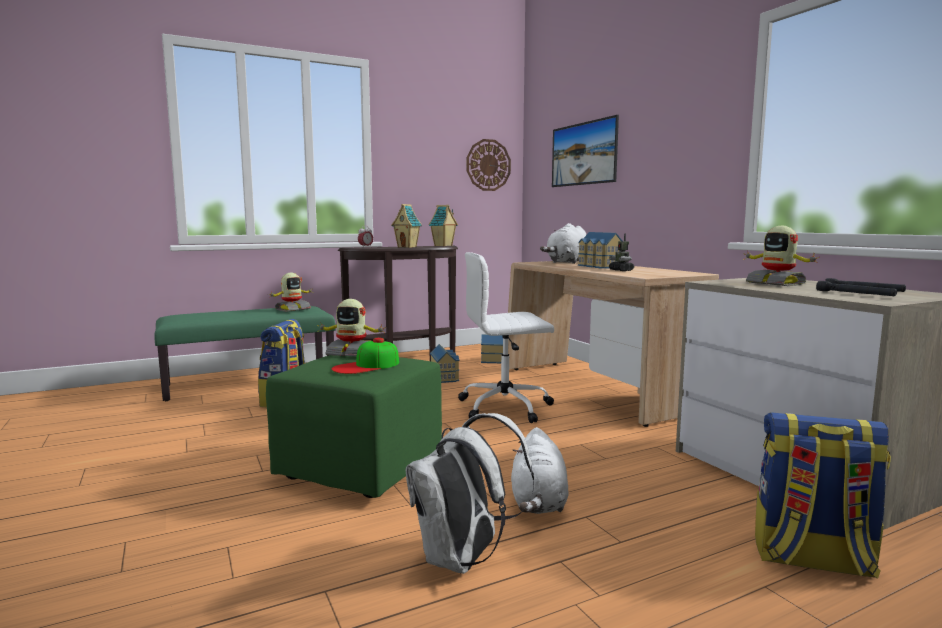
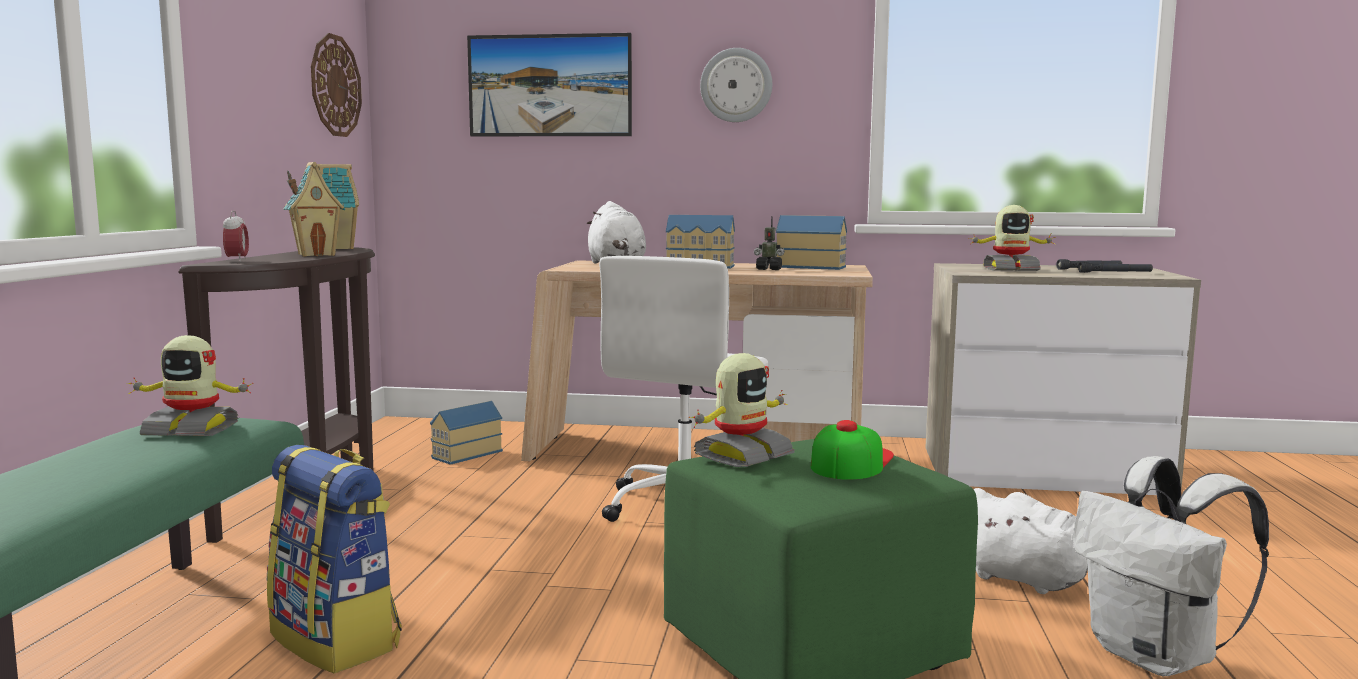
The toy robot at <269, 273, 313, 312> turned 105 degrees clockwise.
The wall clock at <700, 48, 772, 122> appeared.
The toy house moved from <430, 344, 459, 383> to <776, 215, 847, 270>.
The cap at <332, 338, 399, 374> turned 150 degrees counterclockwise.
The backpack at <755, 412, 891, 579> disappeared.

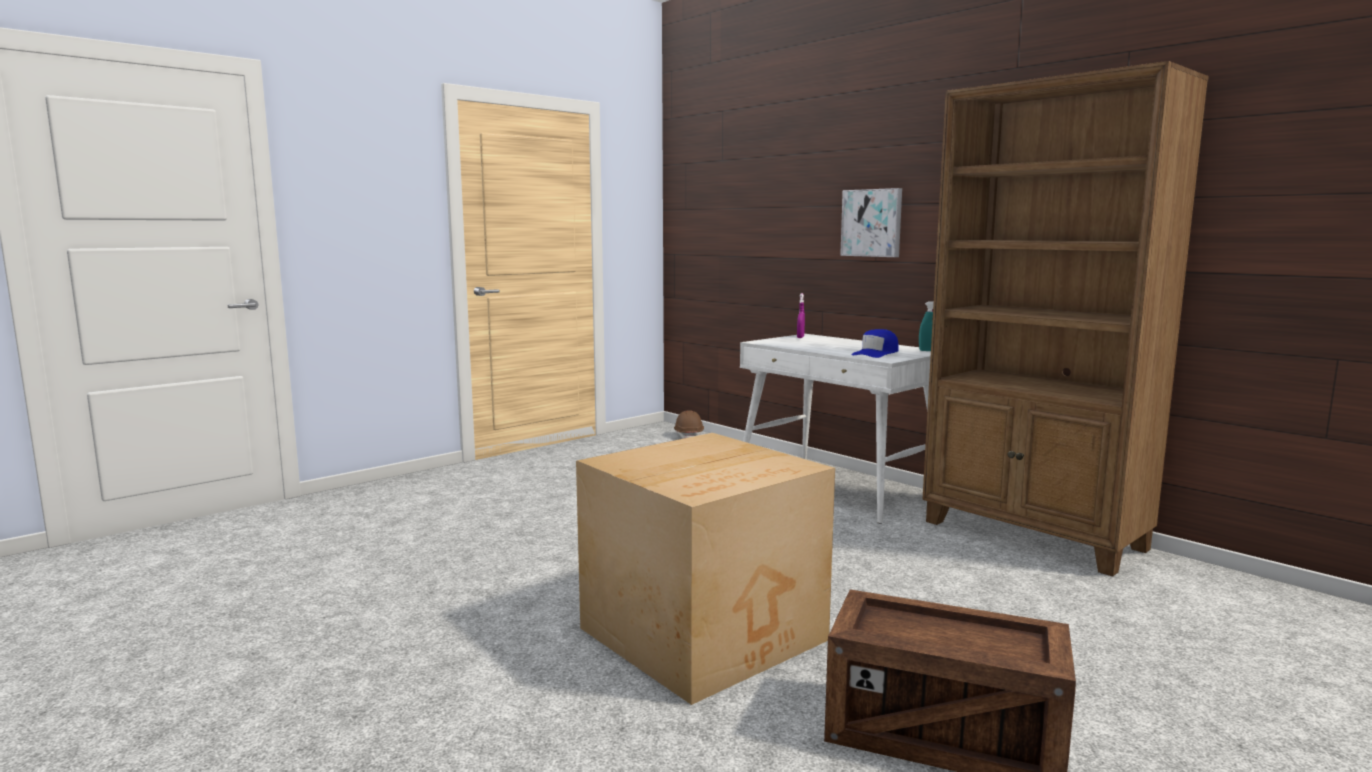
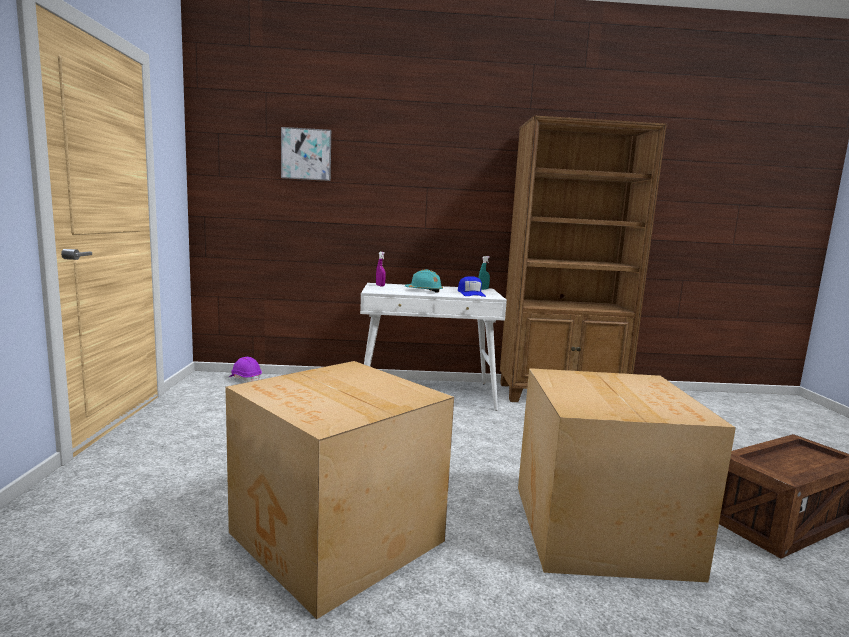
The cardboard box at <225, 361, 454, 619> appeared.
The hard hat (brown) at <674, 410, 704, 439> became the hard hat (purple) at <229, 357, 262, 382>.
The picture moved from <840, 188, 902, 257> to <281, 127, 331, 181>.
The hard hat (turquoise) at <405, 269, 443, 293> appeared.

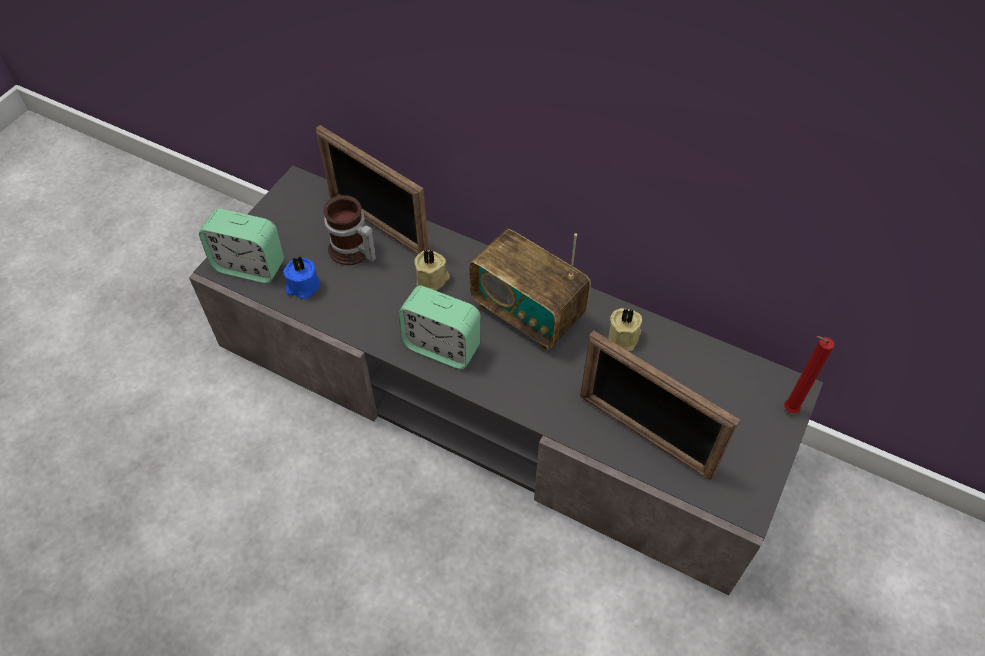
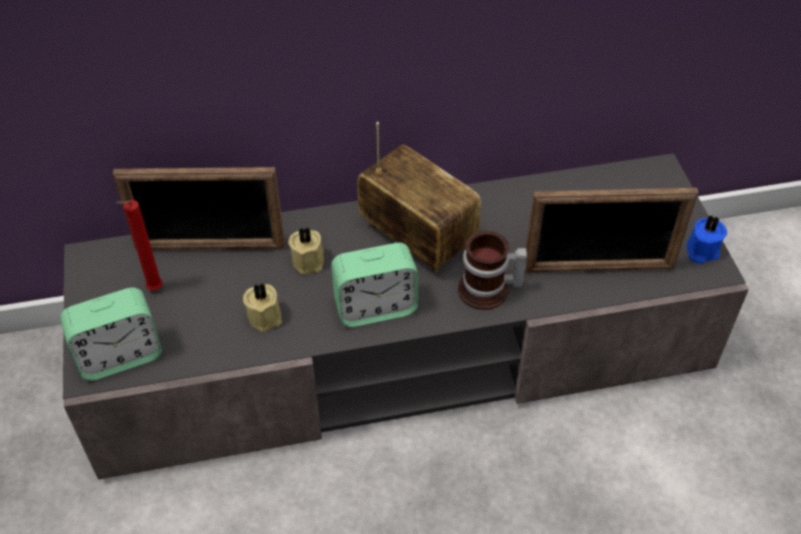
The candle (red) moved from <784, 336, 834, 414> to <116, 200, 163, 290>.
The candle (beige) moved from <609, 308, 642, 351> to <243, 283, 282, 332>.
The radio at <469, 229, 591, 350> turned 135 degrees counterclockwise.
The mug moved from <323, 195, 376, 265> to <458, 230, 527, 310>.
The candle (blue) moved from <283, 256, 320, 299> to <687, 215, 727, 264>.

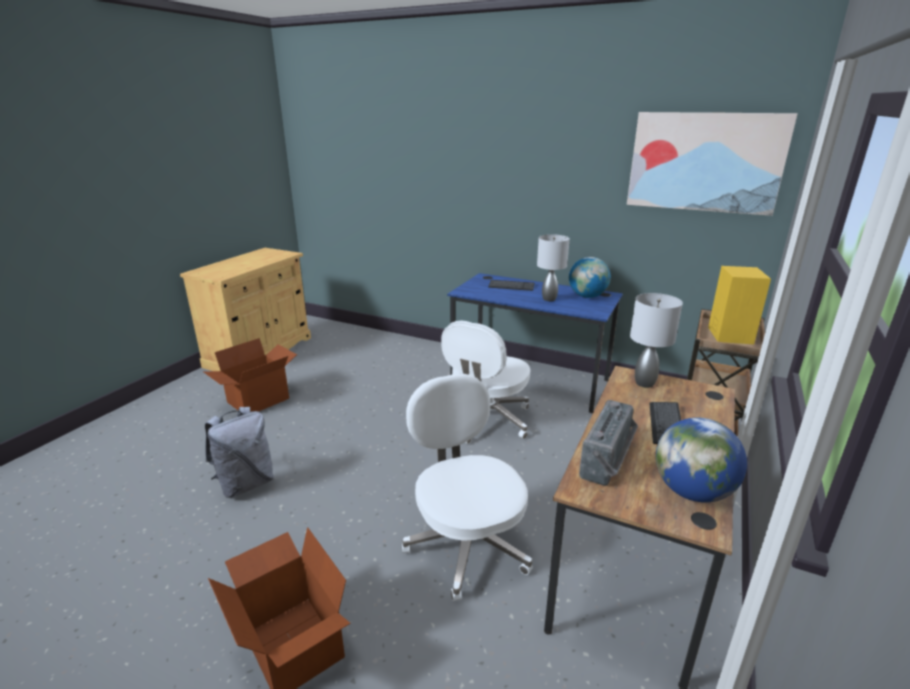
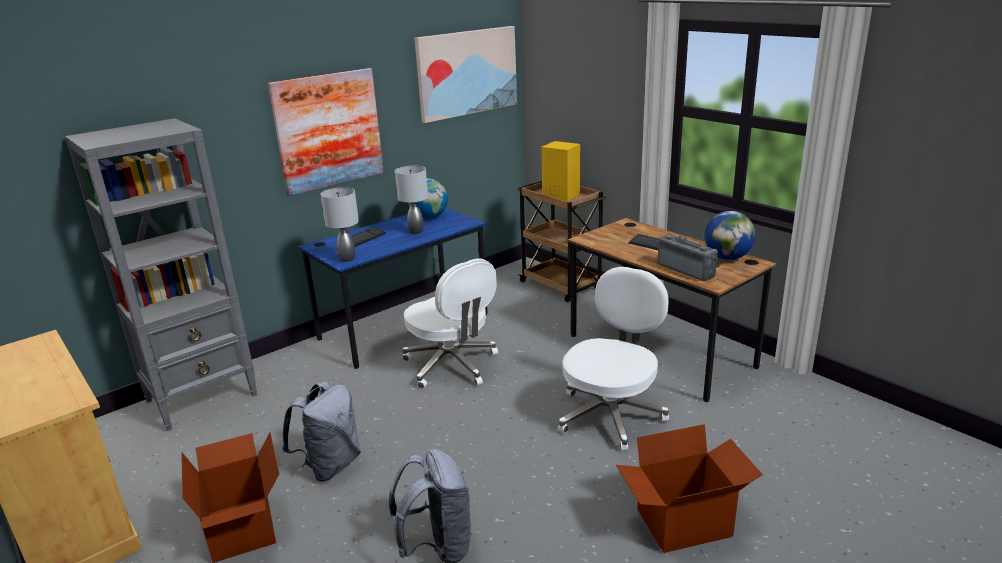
The bookcase (grey) at <65, 118, 257, 431> appeared.
The picture at <268, 68, 384, 196> appeared.
The backpack (grey) at <282, 382, 361, 482> appeared.
The table lamp (grey) moved from <630, 293, 683, 388> to <320, 187, 359, 262>.
The office chair (white) at <402, 374, 533, 601> turned 120 degrees clockwise.

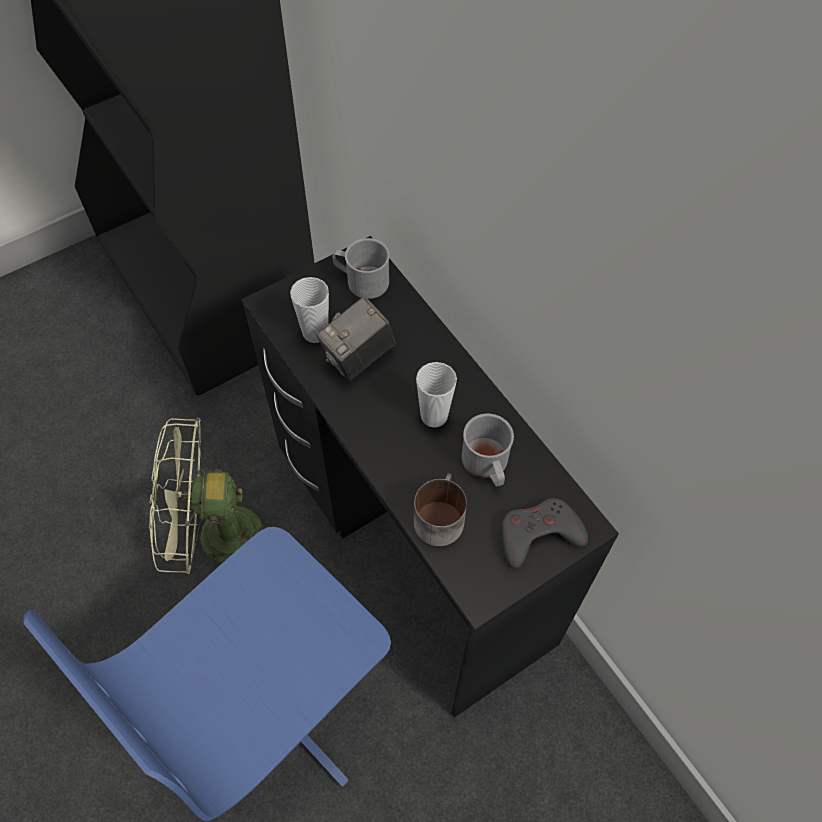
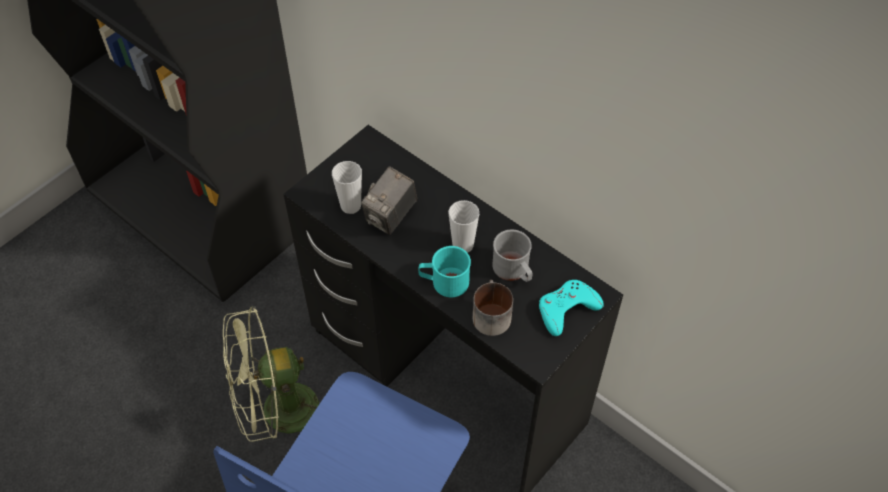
The mug (turquoise) at <418, 246, 471, 297> appeared.
The game controller (grey) at <501, 498, 588, 568> became the game controller (turquoise) at <539, 280, 604, 336>.
The mug (grey) at <332, 238, 390, 299> disappeared.

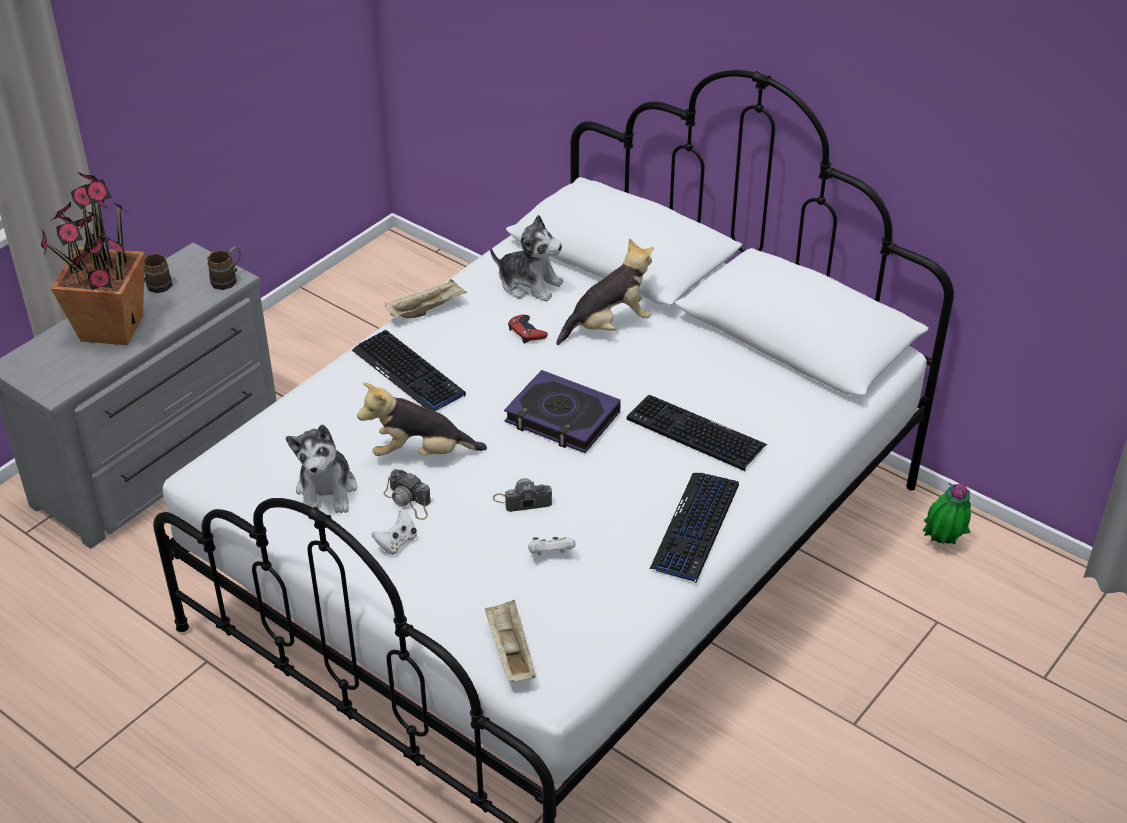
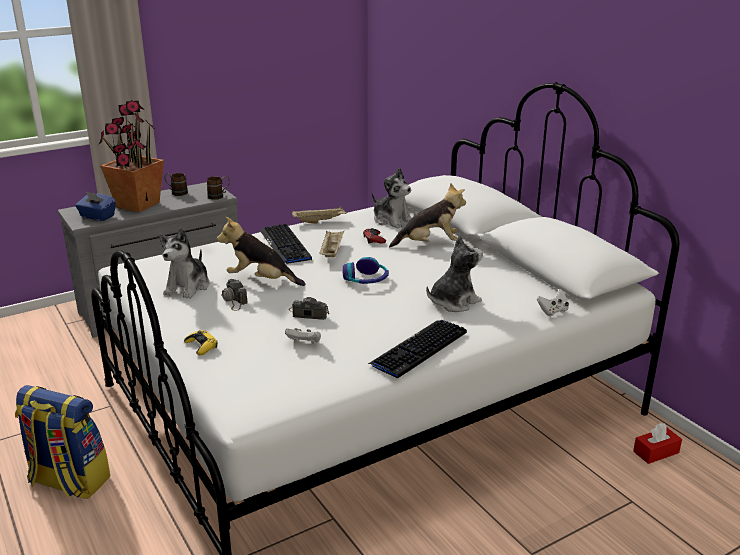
The backpack at <15, 385, 110, 499> appeared.
The tissue box (blue) at <75, 191, 116, 221> appeared.
The game controller (yellow) at <184, 330, 217, 355> appeared.
The tray (beige) moved from <485, 600, 536, 682> to <320, 231, 344, 257>.
The book at <504, 370, 621, 453> was replaced by the headphones at <342, 257, 389, 284>.
The keyboard at <626, 395, 768, 472> was replaced by the plush toy at <426, 236, 483, 312>.
The game controller (white) moved from <371, 509, 417, 555> to <537, 289, 569, 316>.
The potted plant at <923, 483, 971, 544> was replaced by the tissue box (red) at <633, 423, 682, 464>.

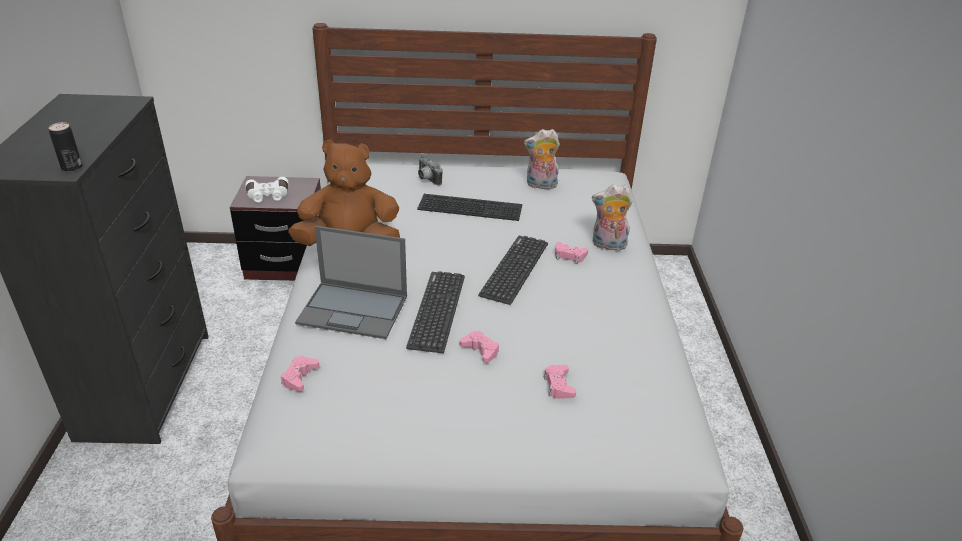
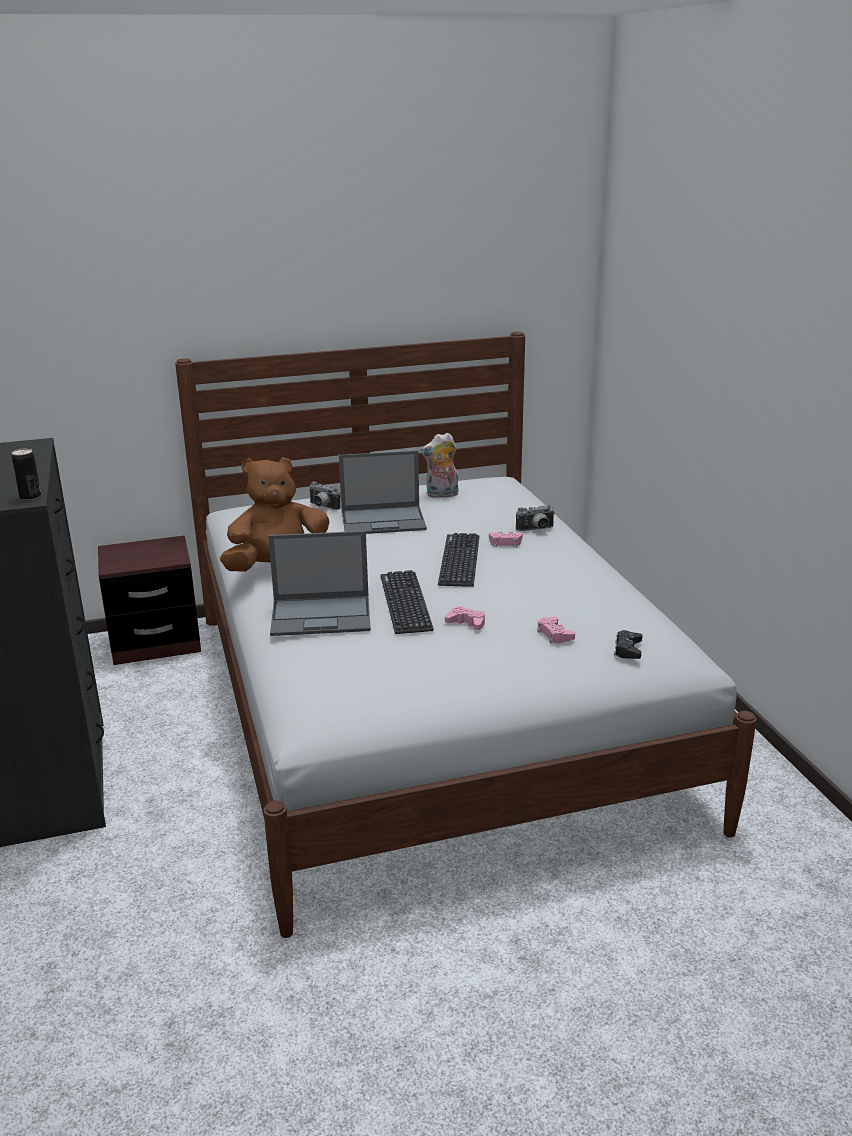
The keyboard at <417, 194, 522, 221> was replaced by the laptop at <339, 450, 427, 534>.
The plush toy at <592, 184, 632, 250> was replaced by the photo camera at <516, 505, 554, 531>.
The game controller (black) at <614, 630, 642, 659> appeared.
The binoculars (white) at <245, 177, 289, 202> disappeared.
The game controller (pink) at <281, 356, 319, 391> disappeared.

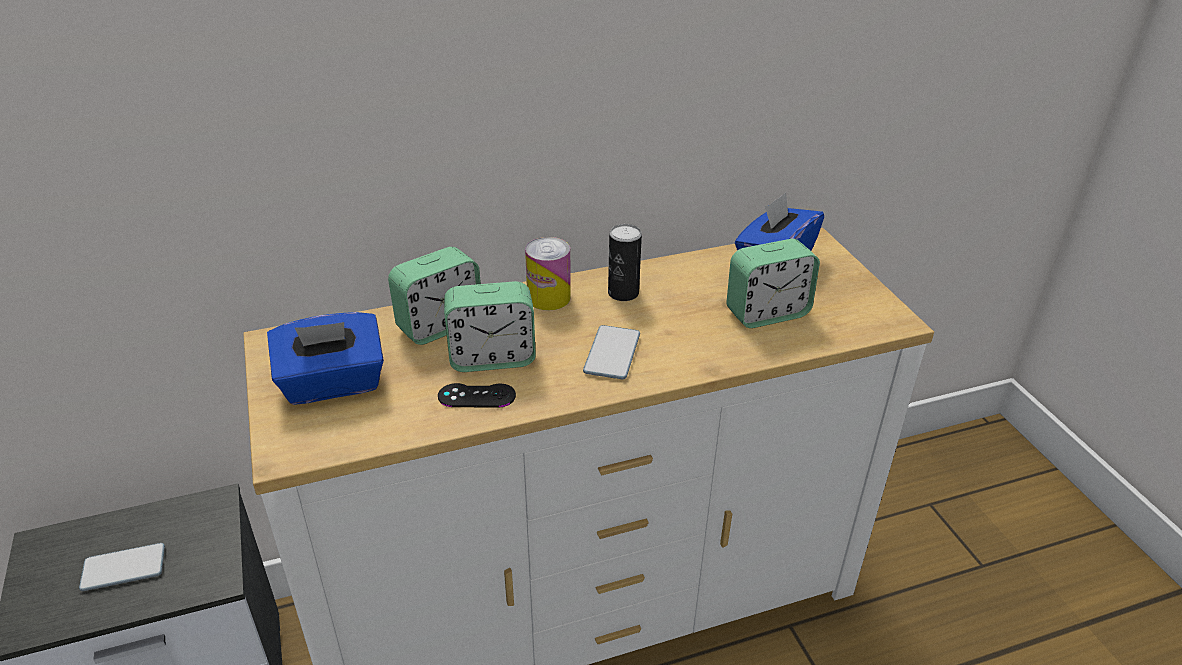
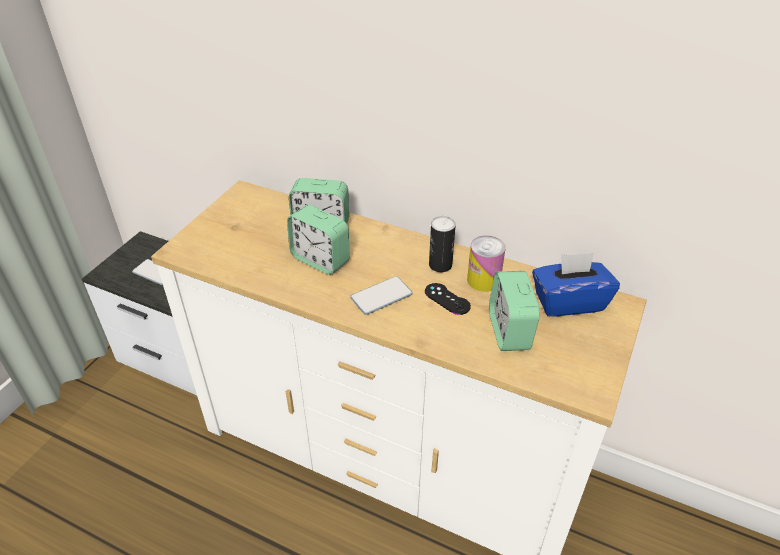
The game controller (black) moved from <438, 383, 516, 408> to <425, 283, 471, 315>.
The can moved from <525, 237, 571, 311> to <467, 235, 506, 292>.
The alarm clock at <726, 239, 820, 328> turned 60 degrees clockwise.
The tissue box (blue) at <267, 312, 384, 405> disappeared.

